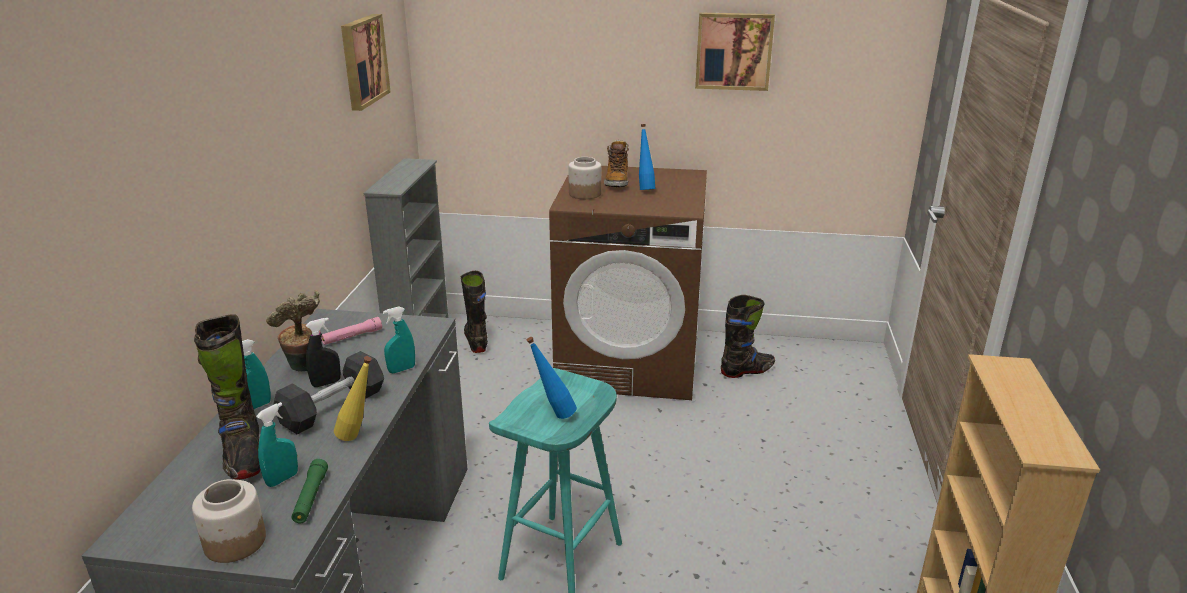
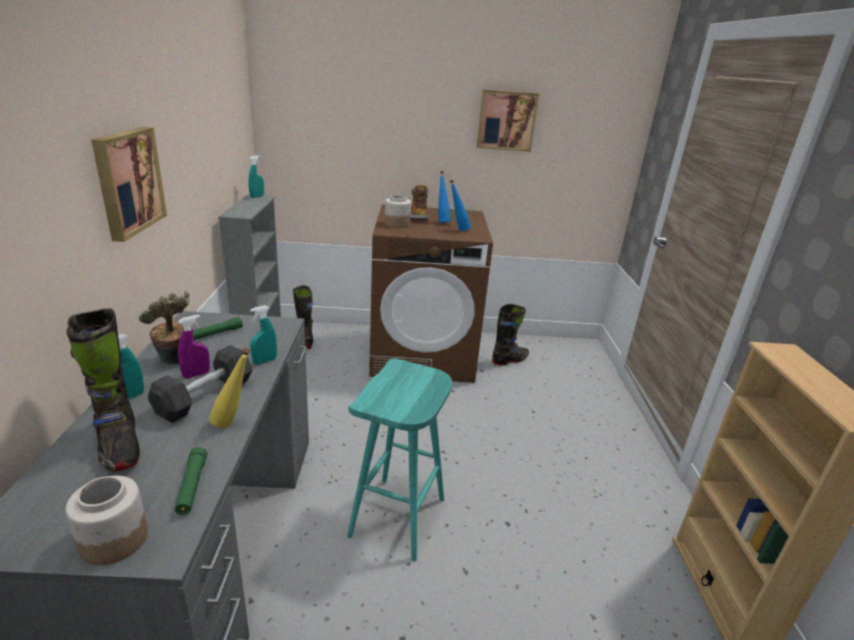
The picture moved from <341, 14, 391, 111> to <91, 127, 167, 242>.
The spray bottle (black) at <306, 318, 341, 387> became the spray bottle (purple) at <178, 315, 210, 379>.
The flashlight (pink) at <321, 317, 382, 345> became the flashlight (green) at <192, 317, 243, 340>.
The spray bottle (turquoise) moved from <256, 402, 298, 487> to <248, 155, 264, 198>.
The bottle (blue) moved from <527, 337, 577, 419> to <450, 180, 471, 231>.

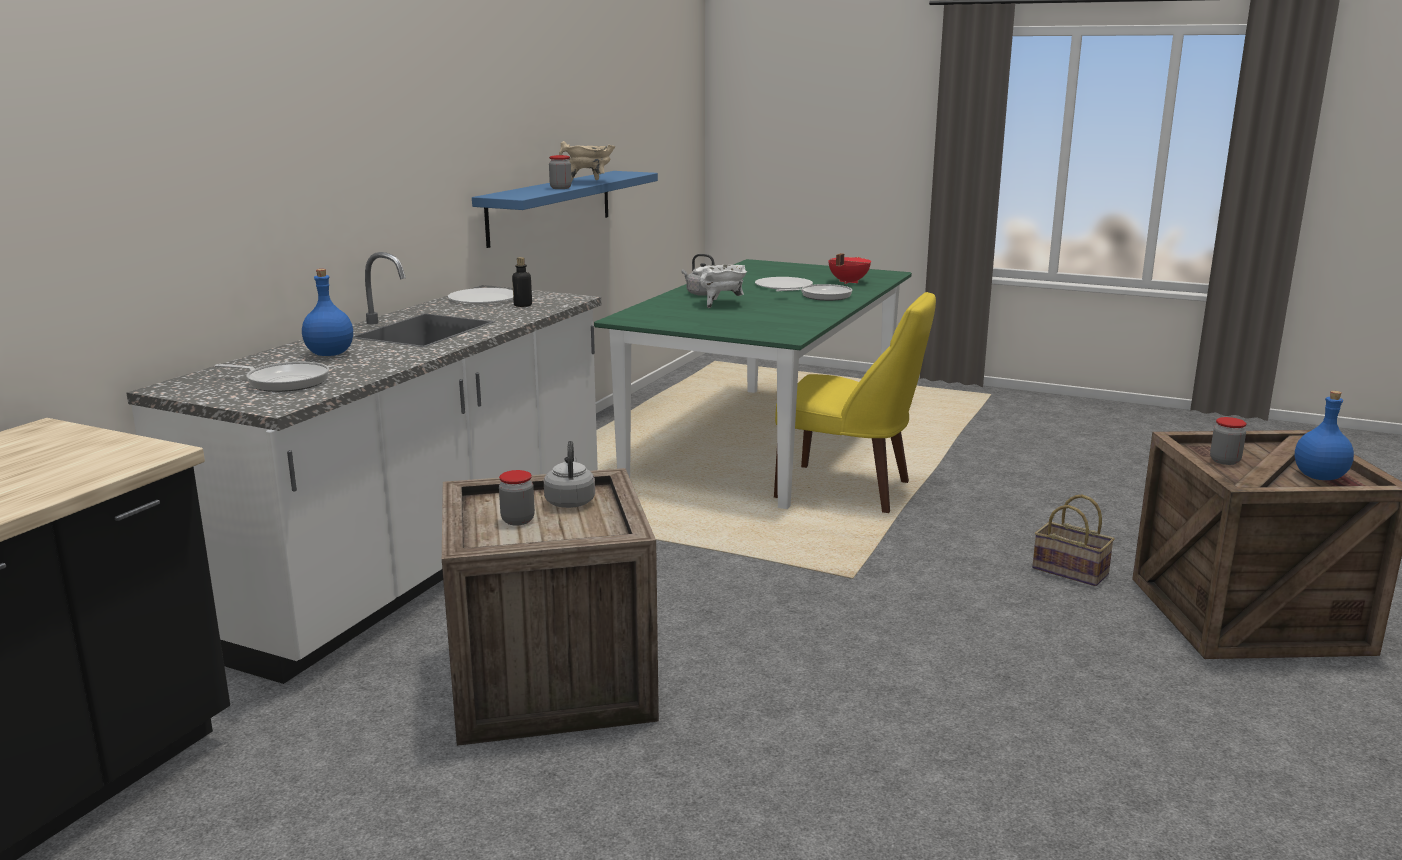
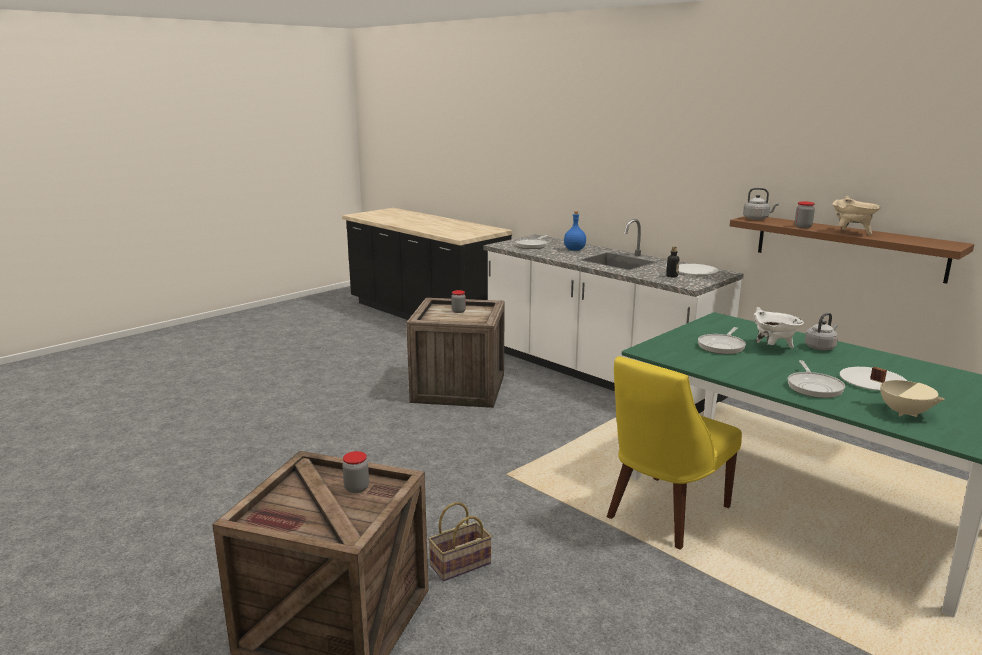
The frying pan at <698, 327, 746, 354> appeared.
The shelf (blue) at <472, 171, 658, 248> became the shelf (brown) at <730, 216, 974, 283>.
The kettle (grey) moved from <544, 441, 595, 508> to <743, 188, 779, 220>.
The cooking pot (red) at <828, 253, 871, 284> became the cooking pot (beige) at <870, 367, 945, 417>.
The bottle (blue) at <1295, 391, 1354, 480> disappeared.

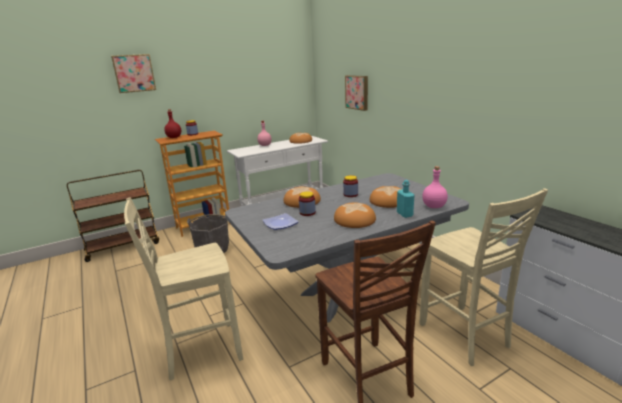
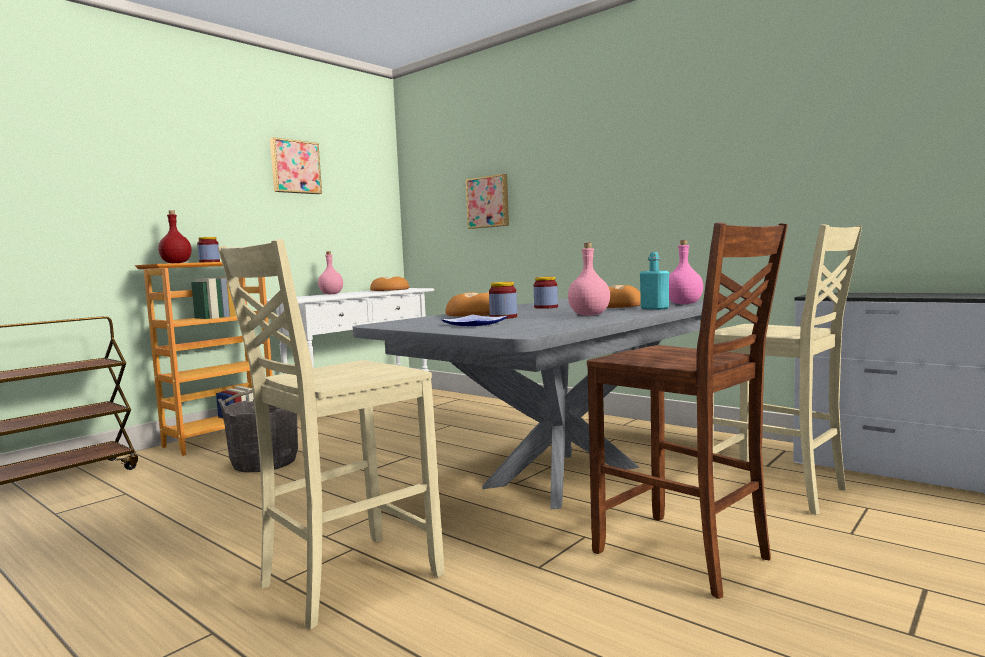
The picture moved from <111, 54, 156, 93> to <270, 137, 322, 194>.
The bread at <334, 202, 376, 228> was replaced by the bottle (pink) at <568, 243, 610, 316>.

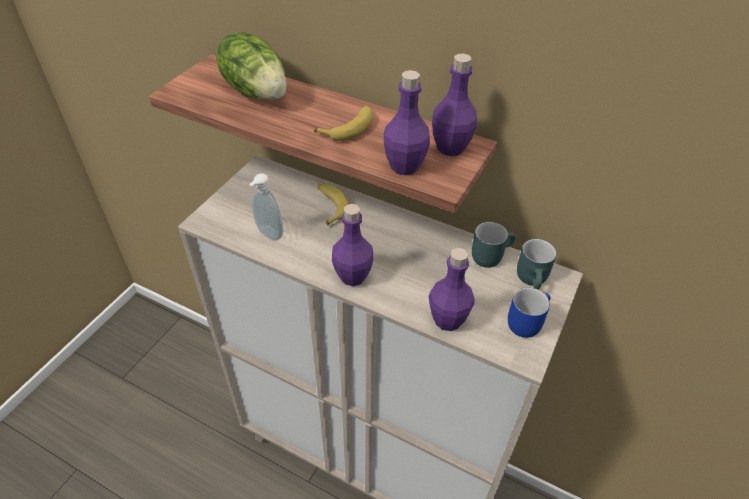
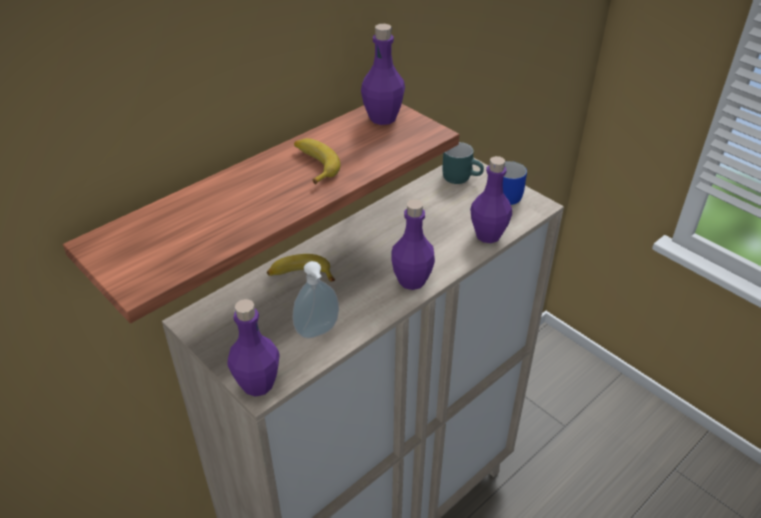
The bottle (purple) moved from <384, 70, 430, 175> to <227, 299, 280, 397>.
The lettuce at <216, 32, 287, 100> disappeared.
The mug (turquoise) at <472, 222, 516, 268> disappeared.

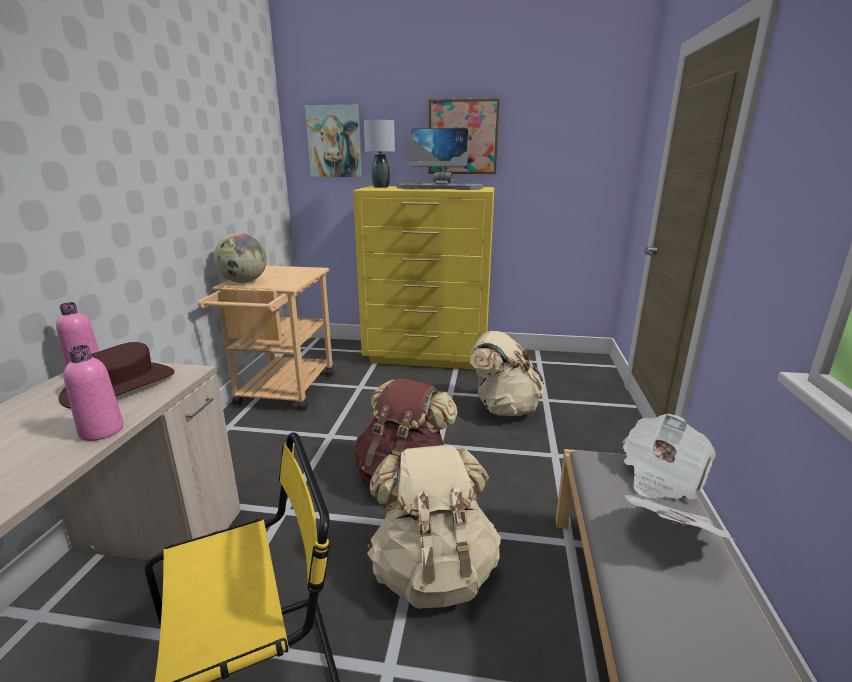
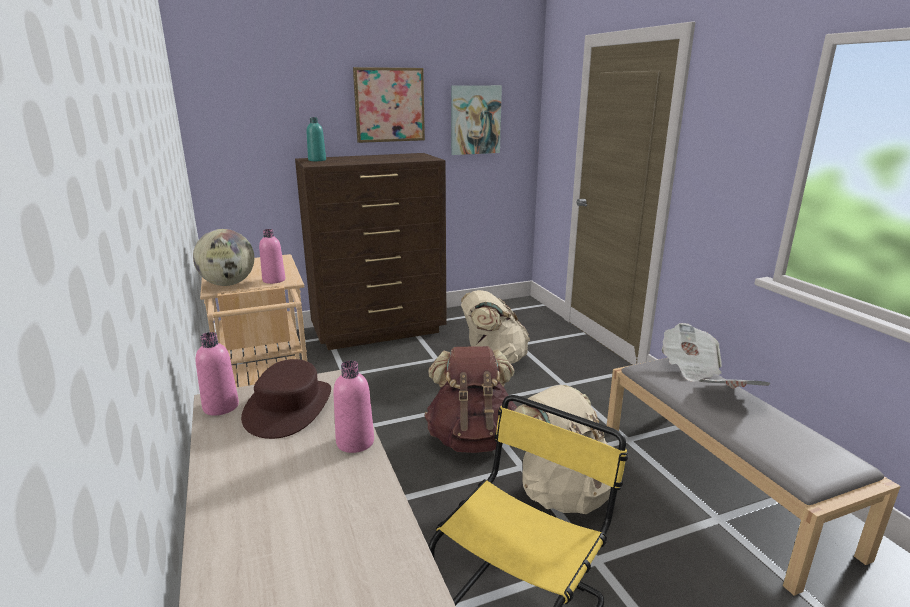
The bottle (pink) at <259, 229, 285, 284> appeared.
The dresser (yellow) at <353, 186, 495, 370> became the dresser (brown) at <295, 153, 447, 350>.
The table lamp (grey) at <364, 120, 395, 188> was replaced by the bottle (turquoise) at <307, 117, 326, 161>.
The picture moved from <305, 105, 362, 177> to <451, 85, 502, 155>.
The monitor at <397, 128, 483, 190> disappeared.

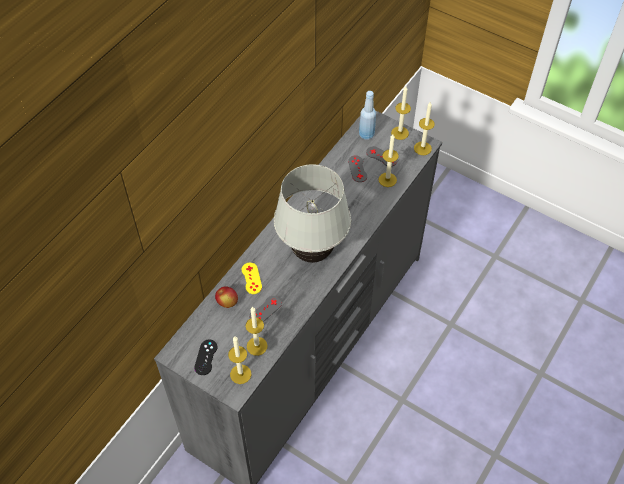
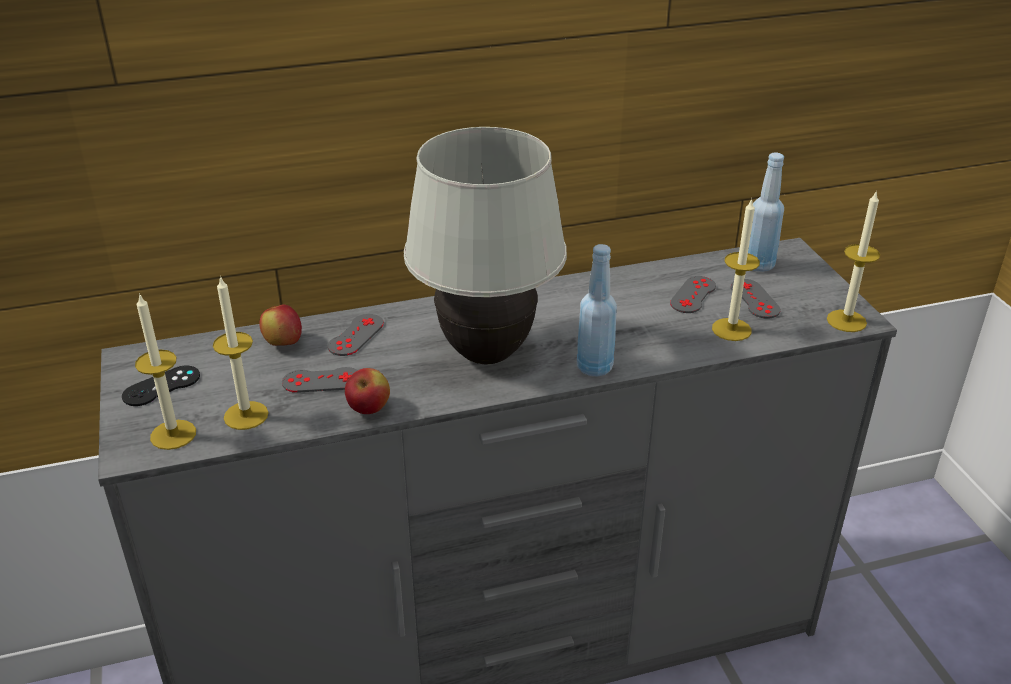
The game controller (yellow) at <242, 263, 262, 294> became the game controller (grey) at <328, 314, 384, 356>.
The apple at <345, 368, 390, 414> appeared.
The bottle (blue) at <577, 244, 617, 377> appeared.
The candle at <391, 86, 411, 140> disappeared.

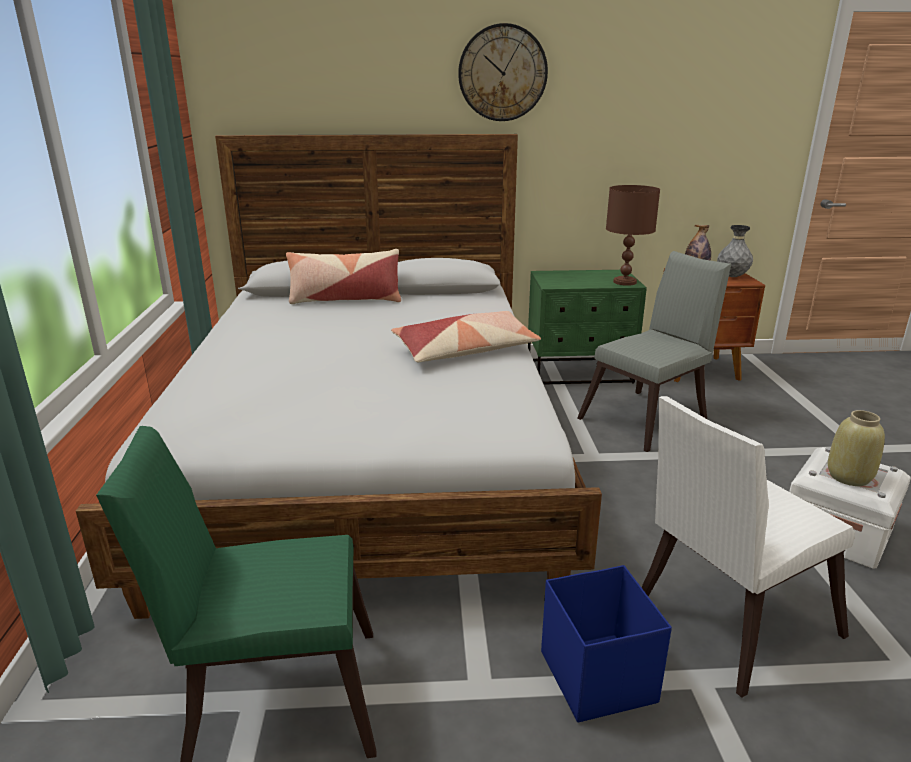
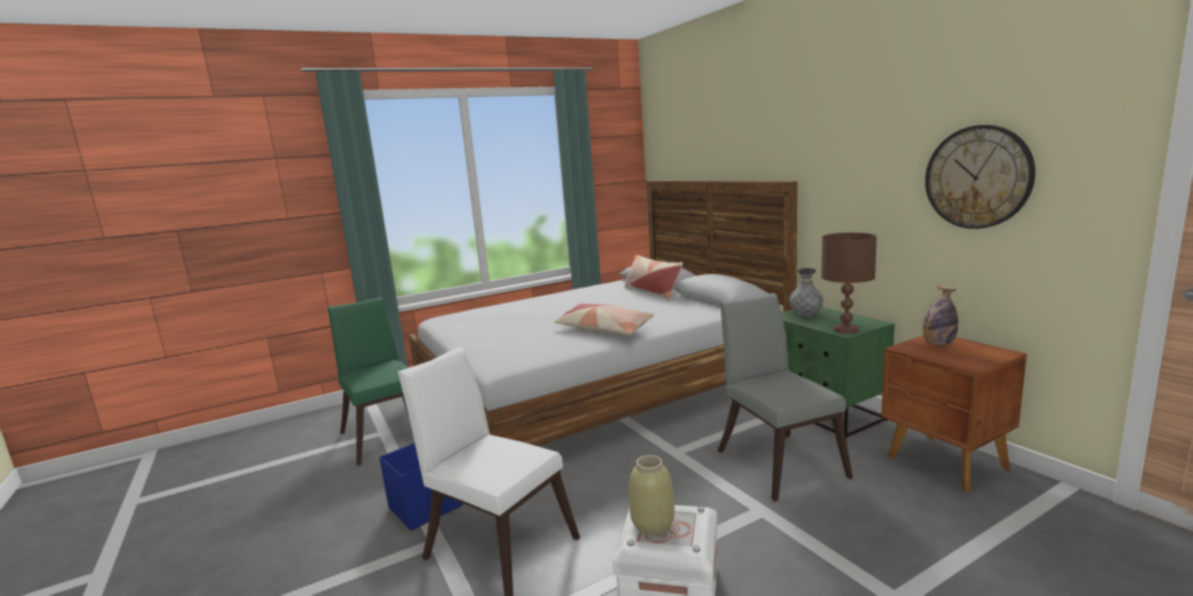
The chair (grey) at <577, 251, 731, 452> turned 135 degrees counterclockwise.
The vase (grey) moved from <717, 225, 753, 277> to <789, 268, 823, 318>.
The wall clock moved from <458, 23, 548, 121> to <925, 125, 1035, 229>.

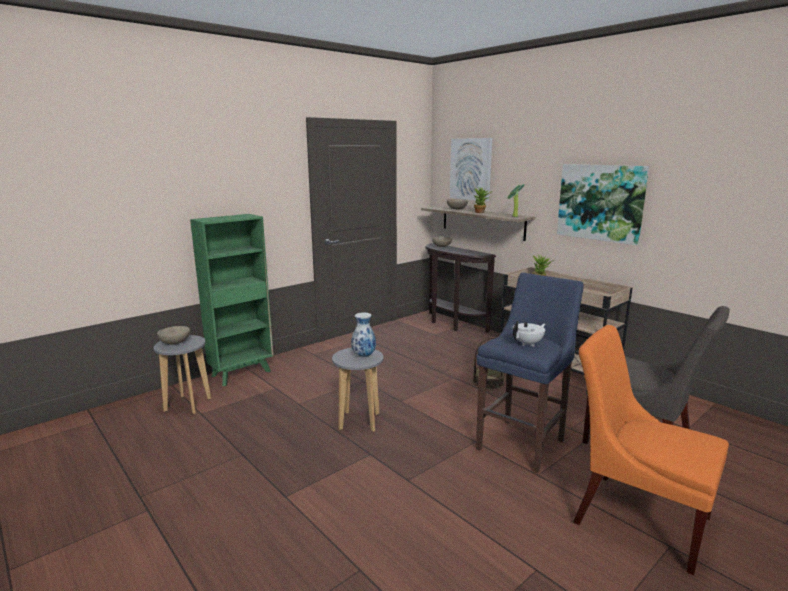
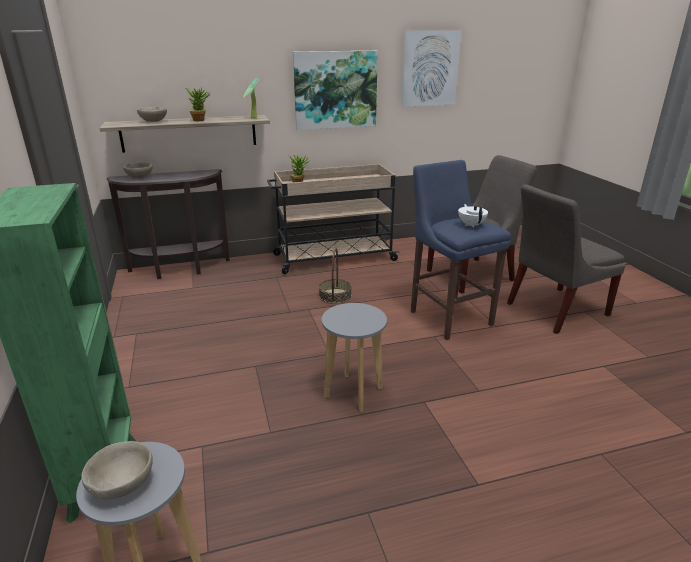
The picture moved from <450, 138, 492, 201> to <401, 30, 461, 107>.
The chair (orange) at <573, 325, 729, 575> became the chair (grey) at <507, 184, 625, 334>.
The vase at <351, 312, 376, 357> disappeared.

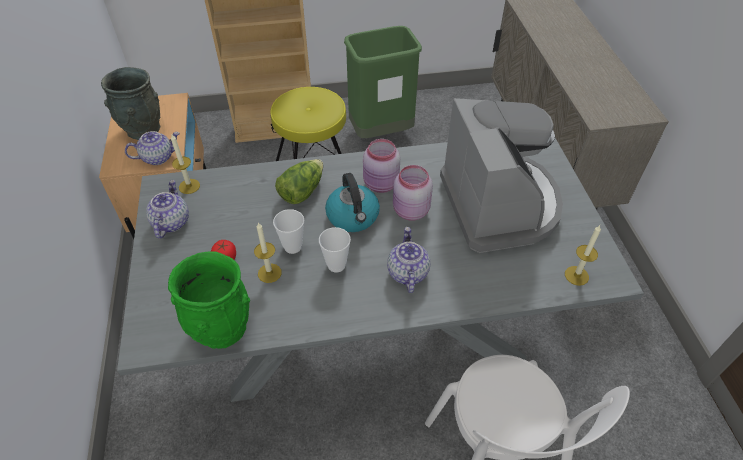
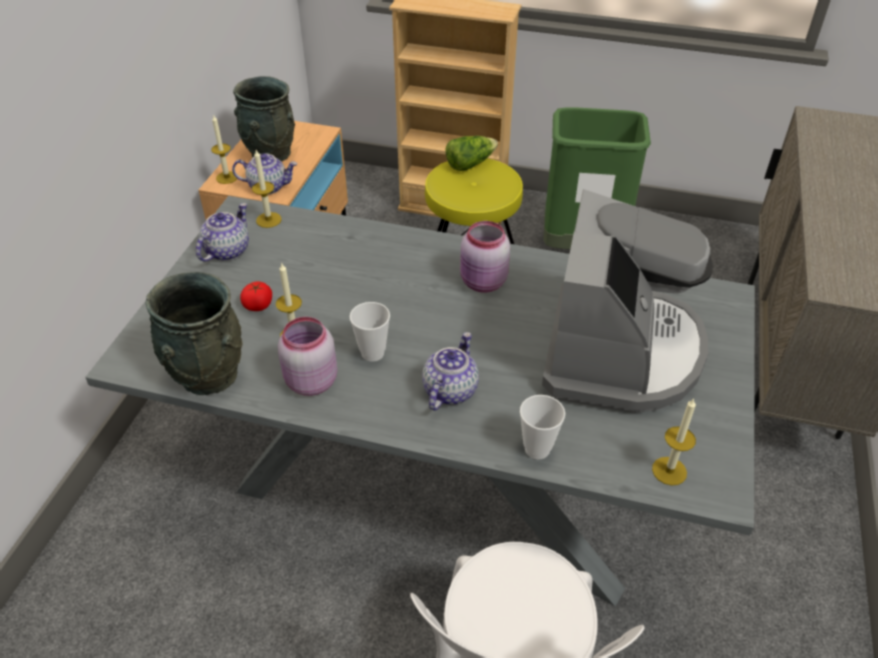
The vase (green) at <168, 251, 250, 349> became the vase (grey) at <145, 272, 243, 395>.
The candle at <211, 114, 237, 184> appeared.
The jar (pink) moved from <393, 165, 433, 221> to <278, 317, 337, 396>.
The lettuce moved from <275, 159, 323, 204> to <446, 136, 498, 171>.
The cup moved from <273, 209, 304, 254> to <520, 395, 565, 459>.
The kettle at <325, 173, 380, 232> disappeared.

